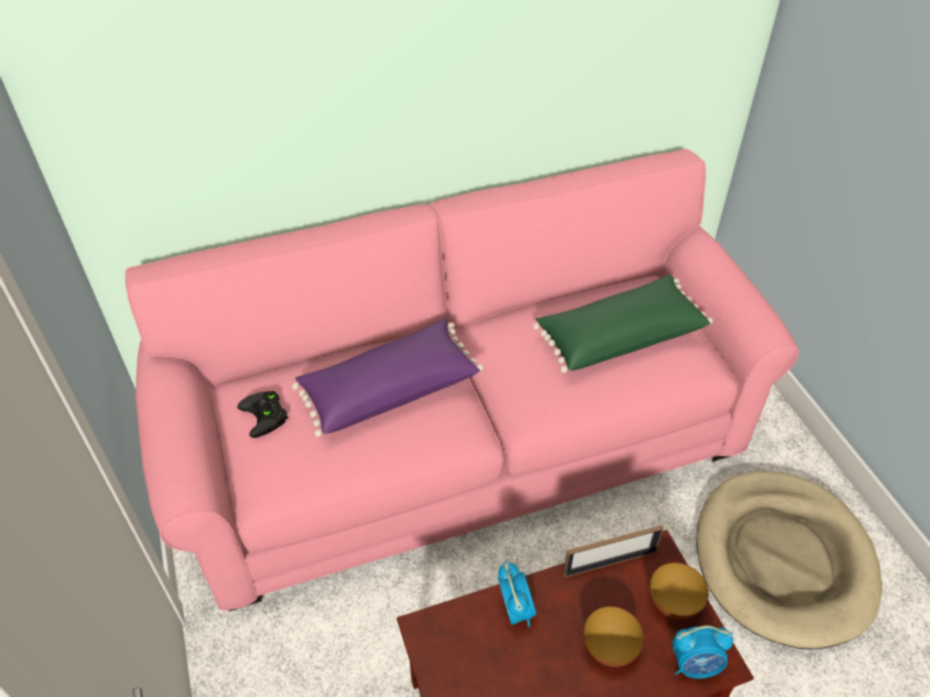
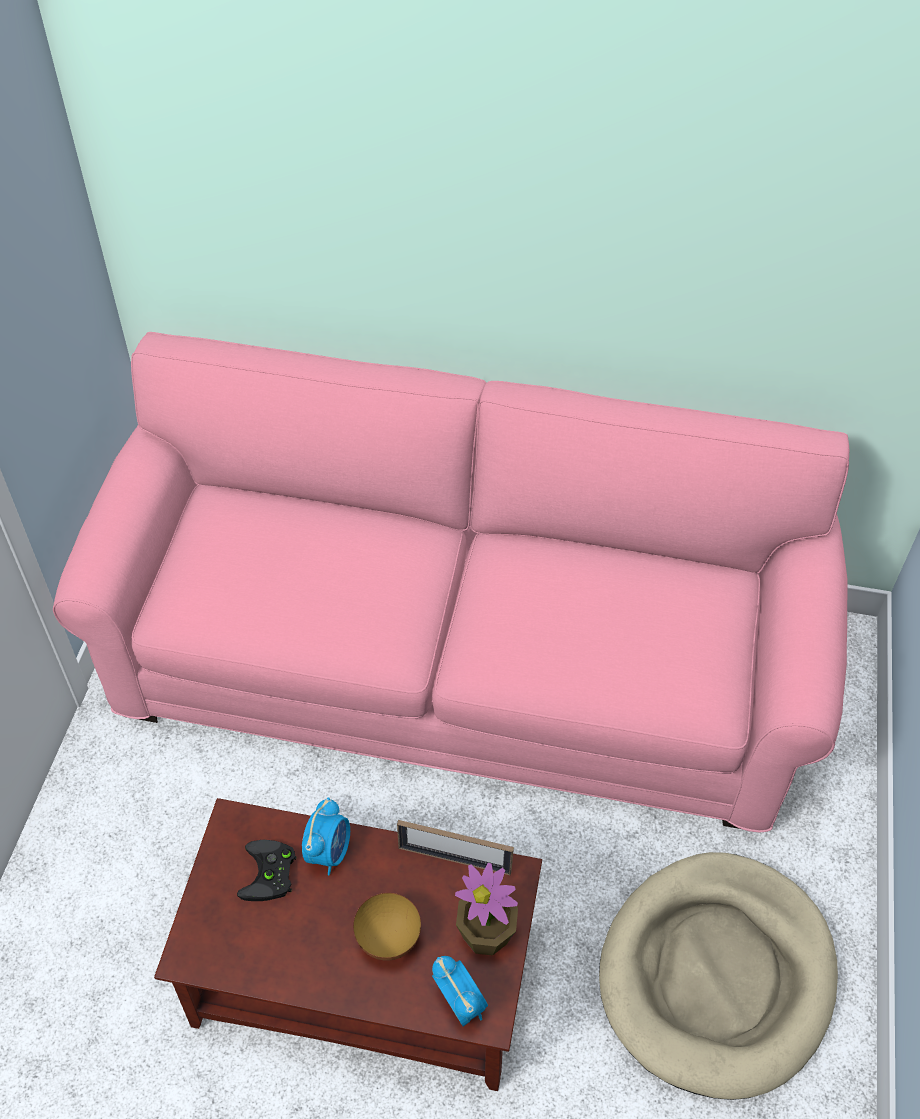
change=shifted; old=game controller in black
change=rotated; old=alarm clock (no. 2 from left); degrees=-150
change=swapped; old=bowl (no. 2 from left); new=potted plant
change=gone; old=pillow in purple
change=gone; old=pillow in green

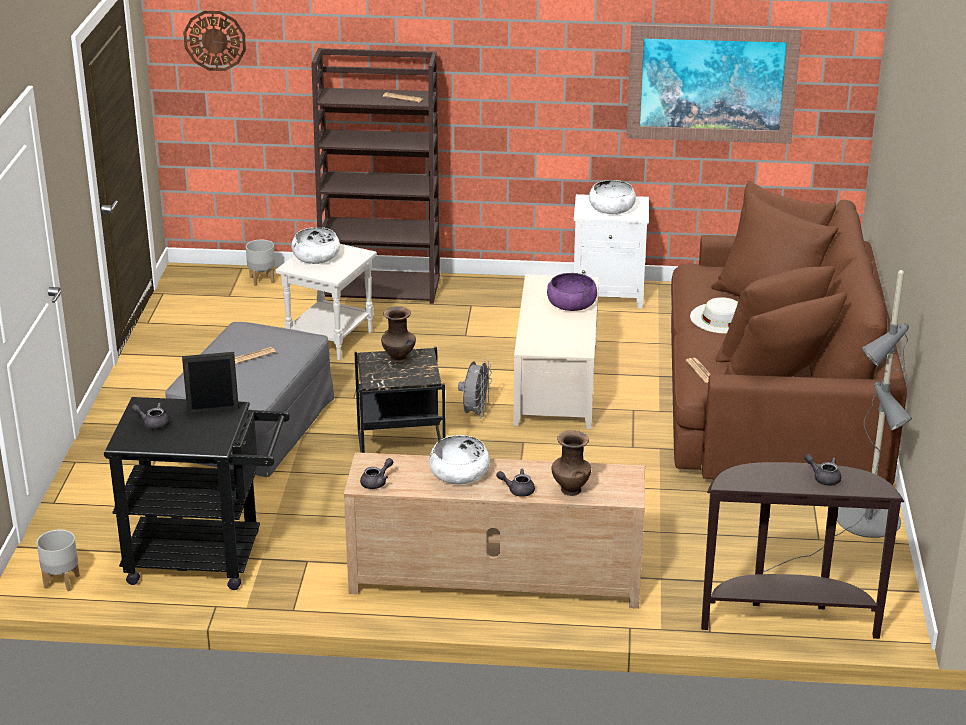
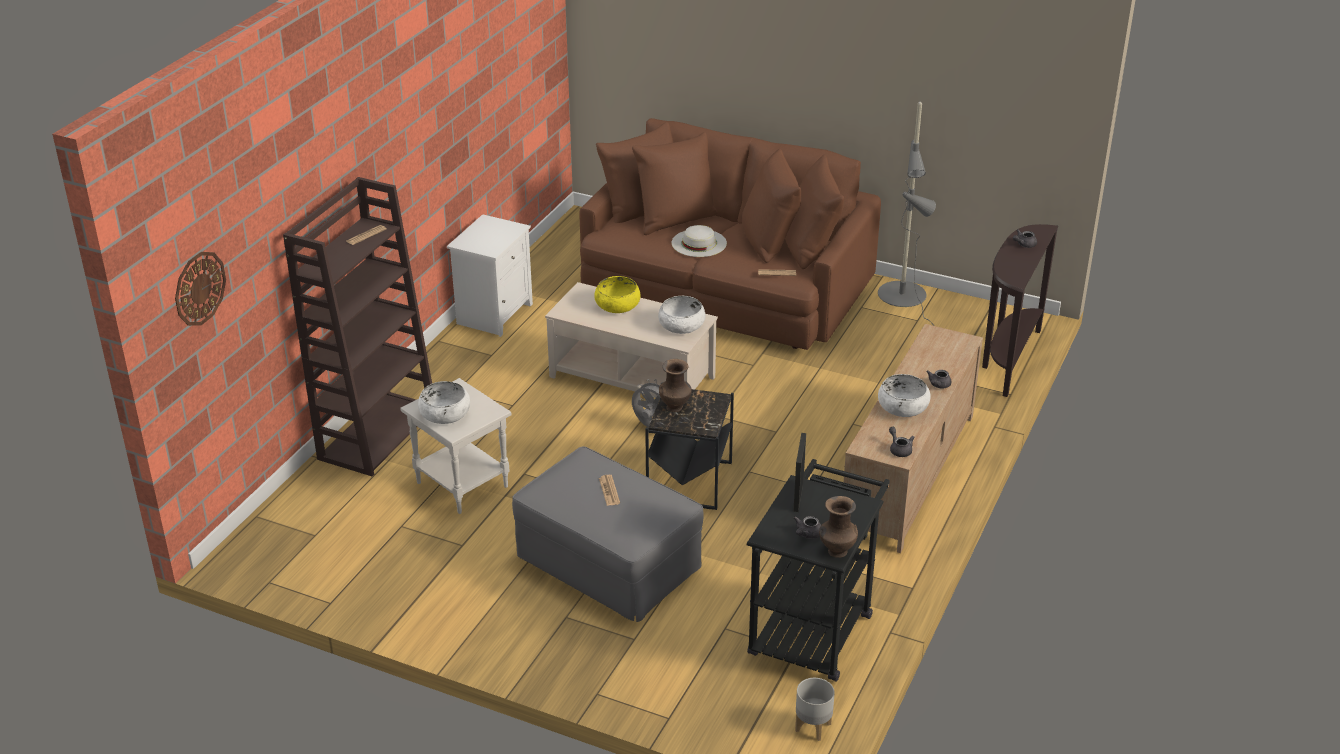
change=repainted; old=bowl in purple; new=bowl in yellow
change=shifted; old=bowl in white (no. 3 from left in the first image); new=bowl in white (no. 2 from left)
change=shifted; old=vase in brown (no. 2 from left)
change=gone; old=planter in grey (no. 2 from left)
change=gone; old=picture

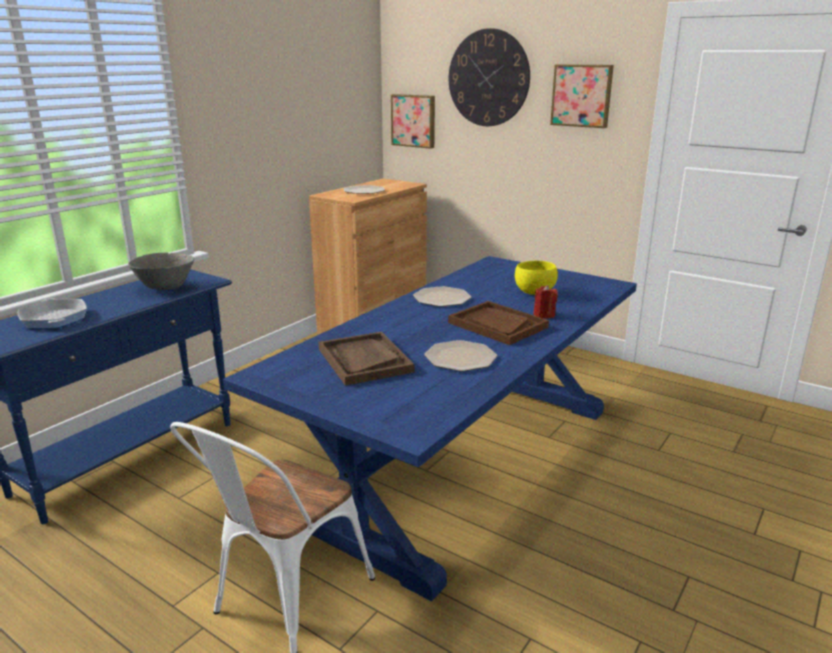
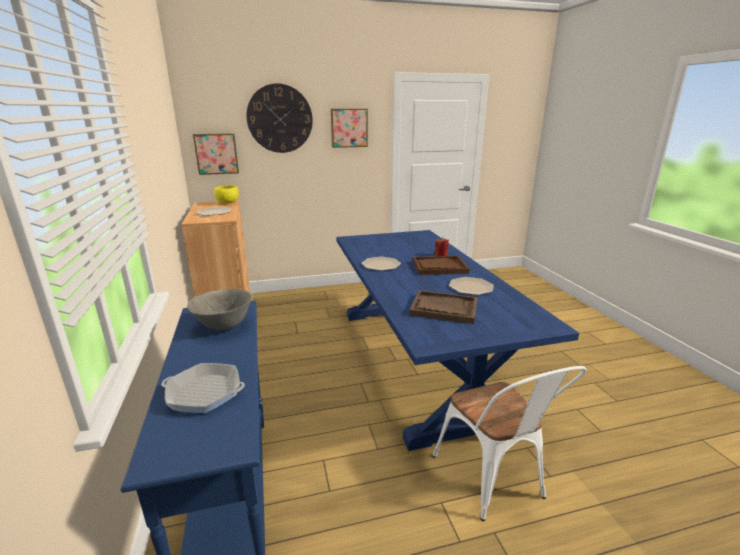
change=shifted; old=bowl in yellow

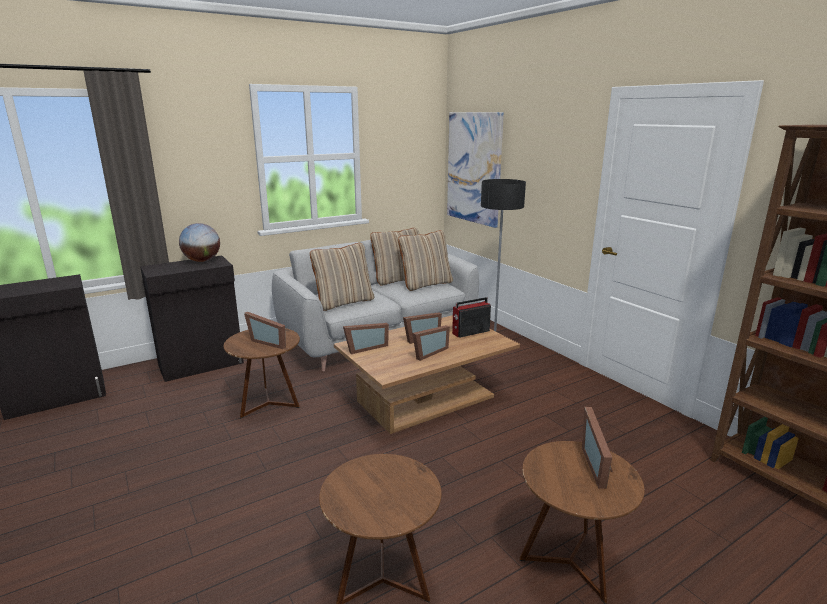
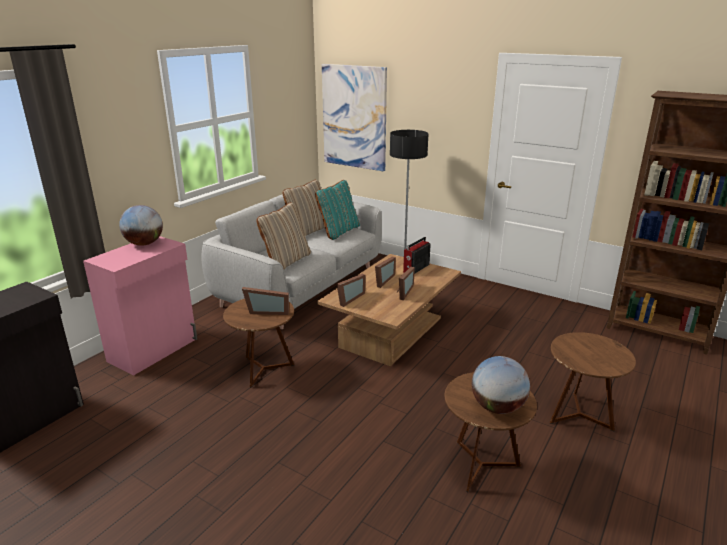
change=repainted; old=cabinet in black (no. 2 from left); new=cabinet in pink
change=repainted; old=pillow in beige (no. 3 from left); new=pillow in turquoise
change=new; new=globe (no. 2 from left)
change=gone; old=picture frame (no. 5 from left)

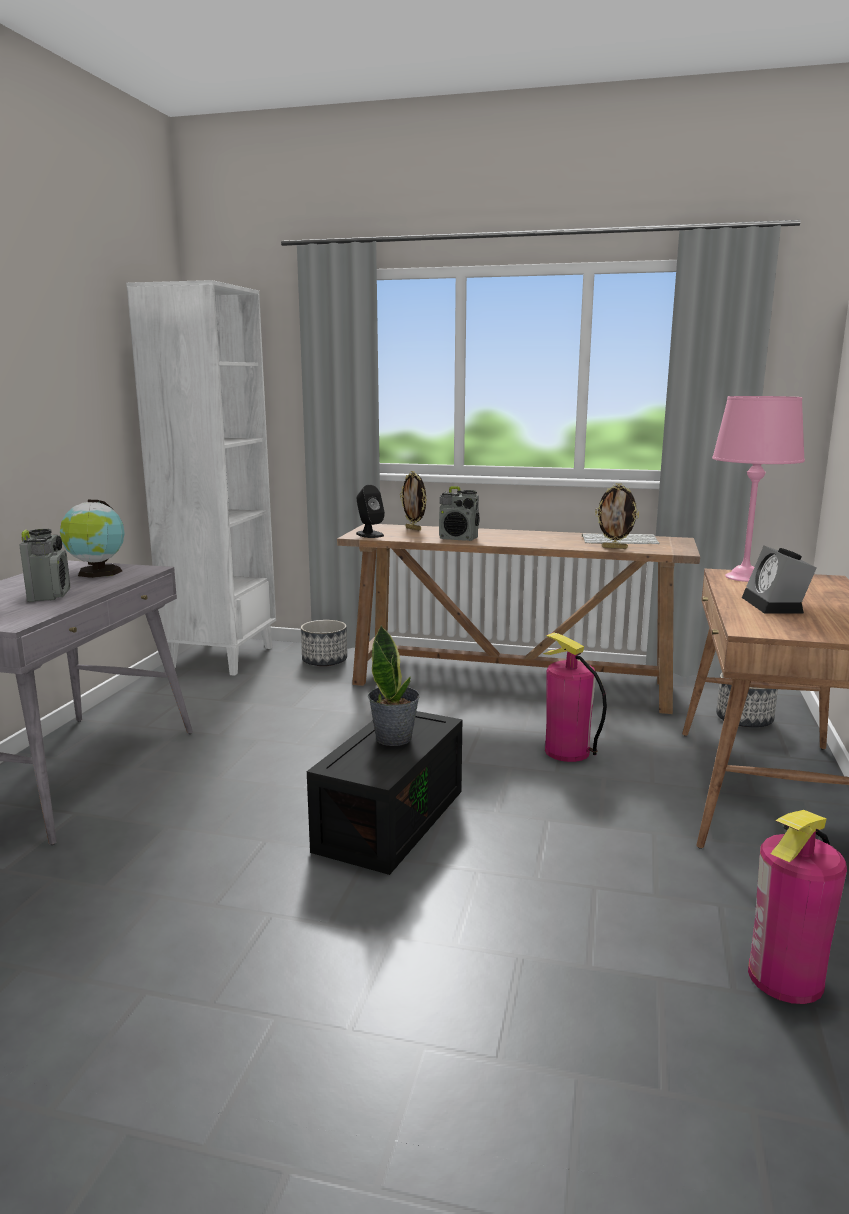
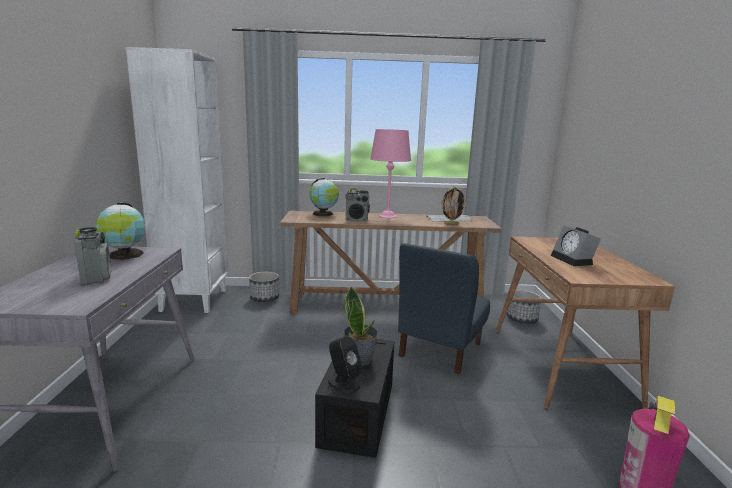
change=swapped; old=picture frame (no. 1 from left); new=globe (no. 2 from left)
change=shifted; old=speaker in black
change=shifted; old=table lamp in pink
change=swapped; old=fire extinguisher (no. 1 from left); new=chair in blue

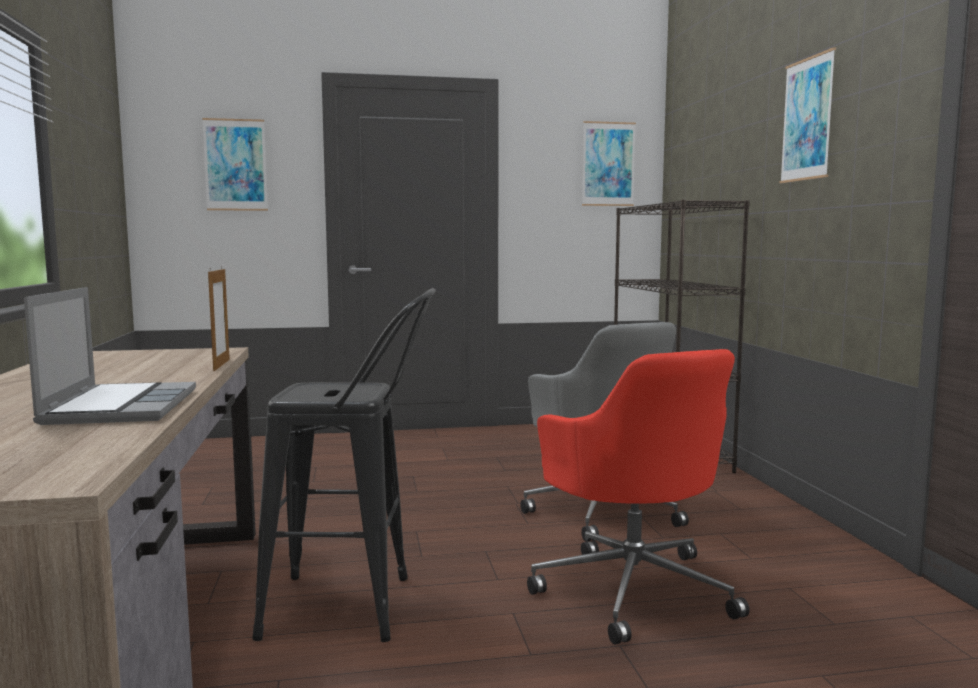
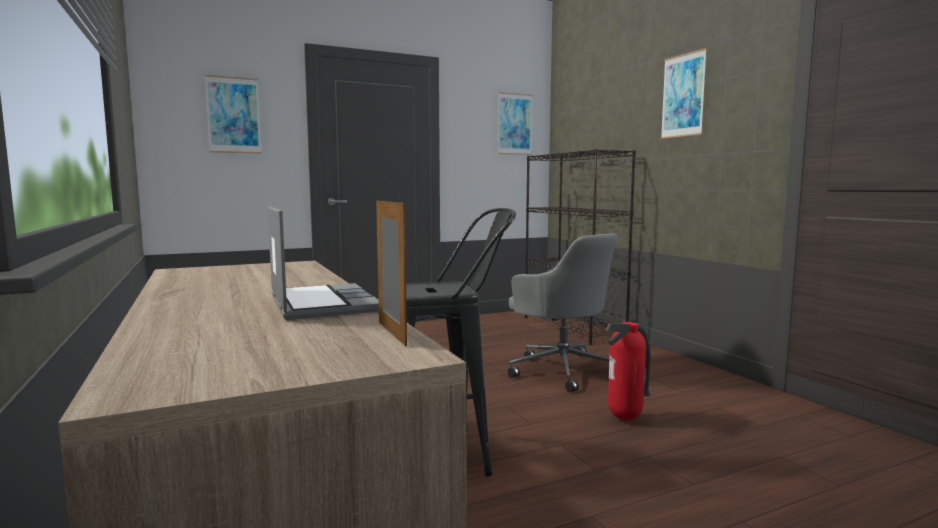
change=shifted; old=picture frame
change=swapped; old=office chair in red; new=fire extinguisher

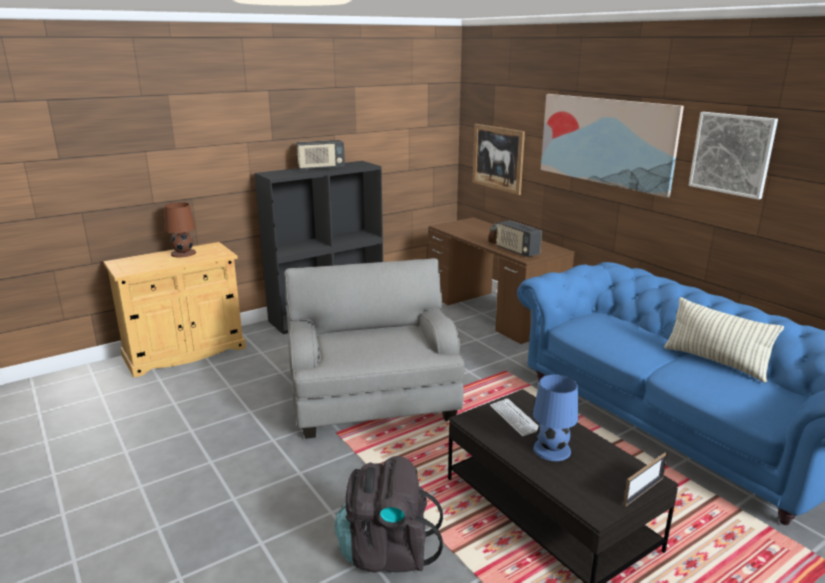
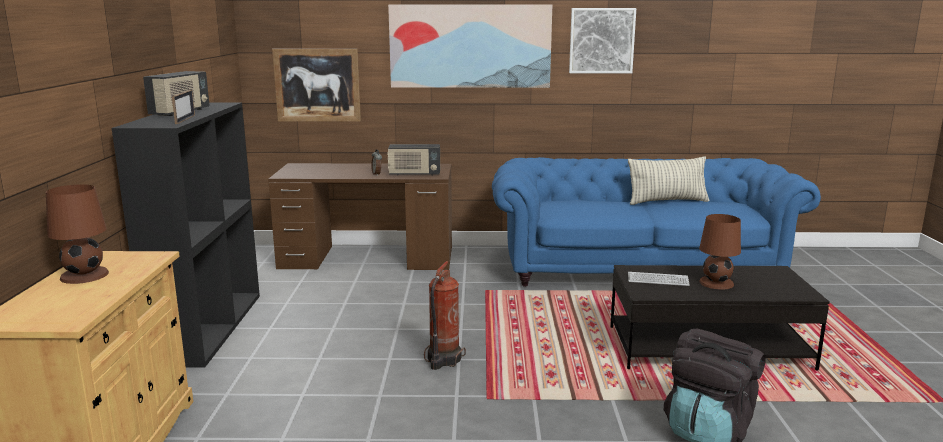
change=shifted; old=picture frame
change=swapped; old=armchair in grey; new=fire extinguisher
change=repainted; old=table lamp in blue; new=table lamp in brown (no. 2 from left)

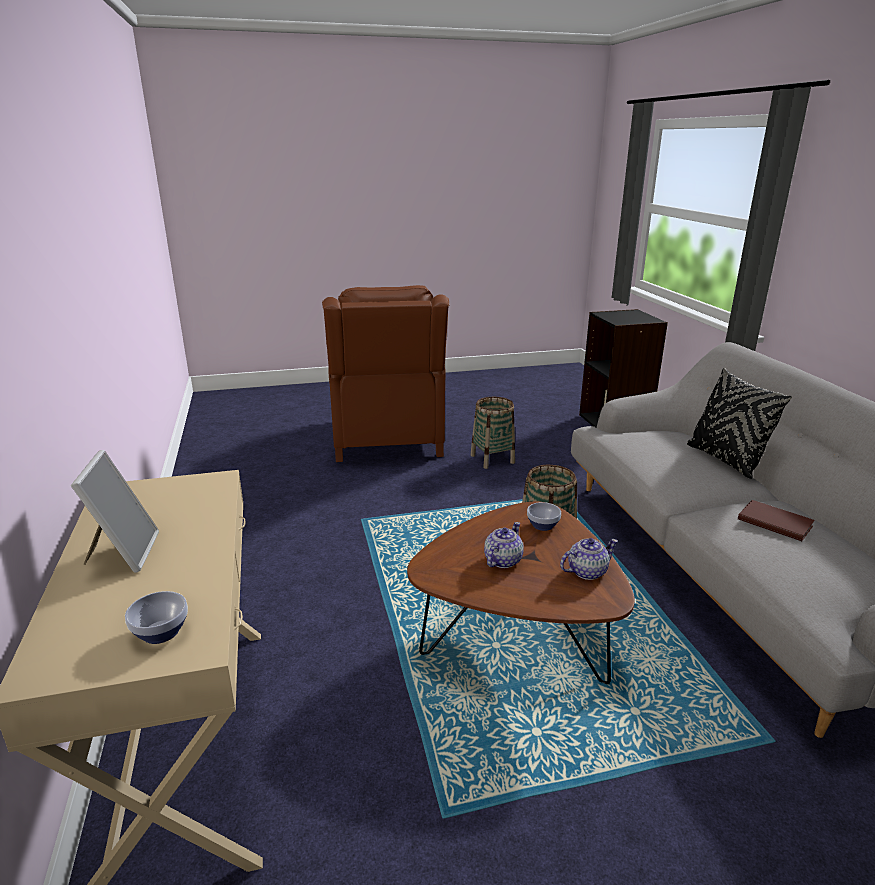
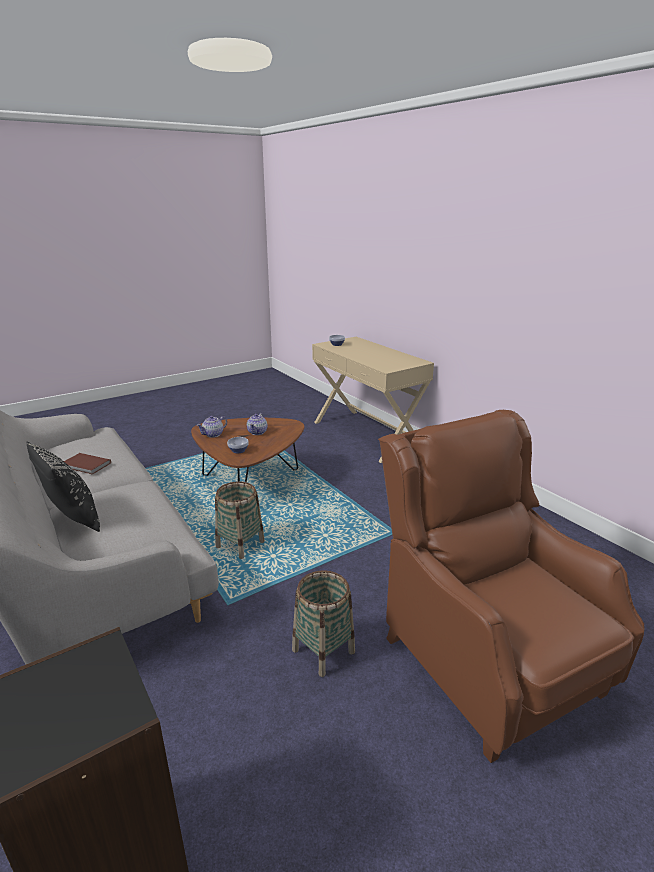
change=gone; old=picture frame

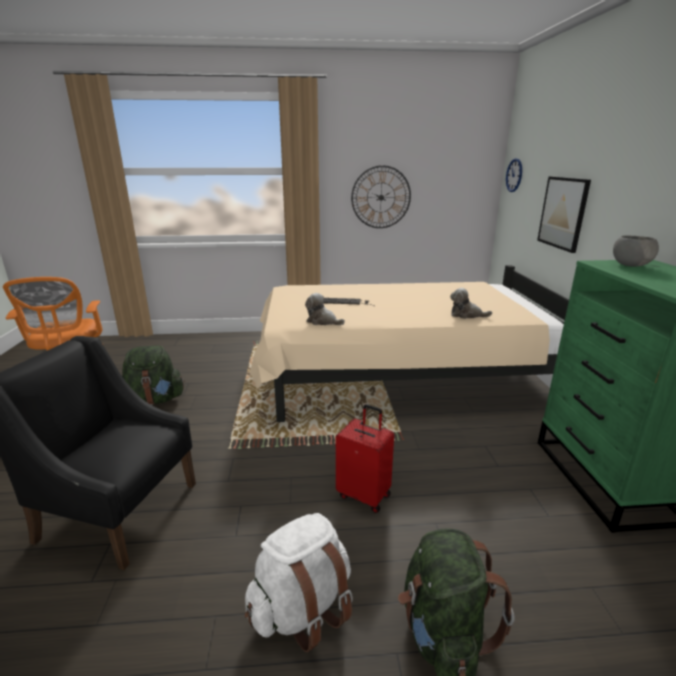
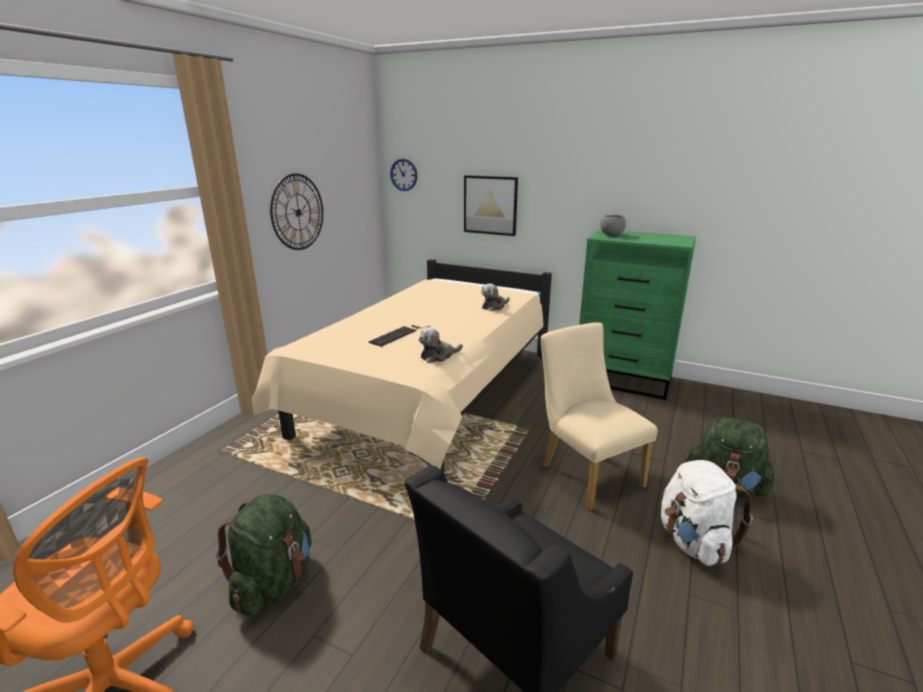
change=swapped; old=suitcase in red; new=chair in beige

